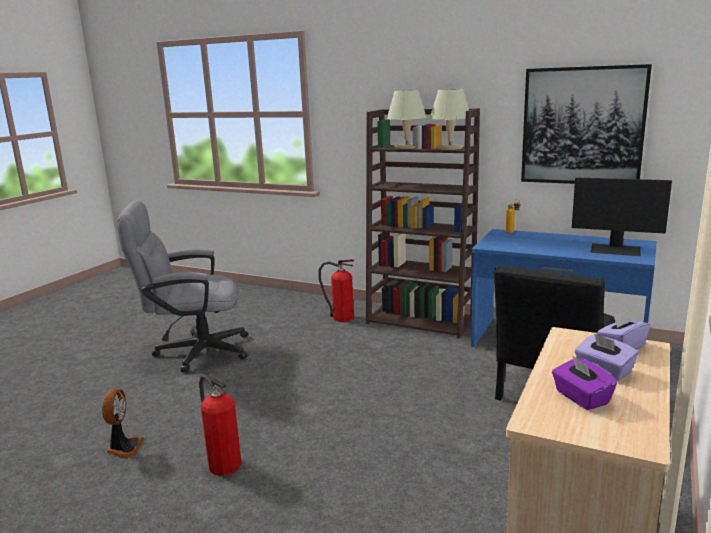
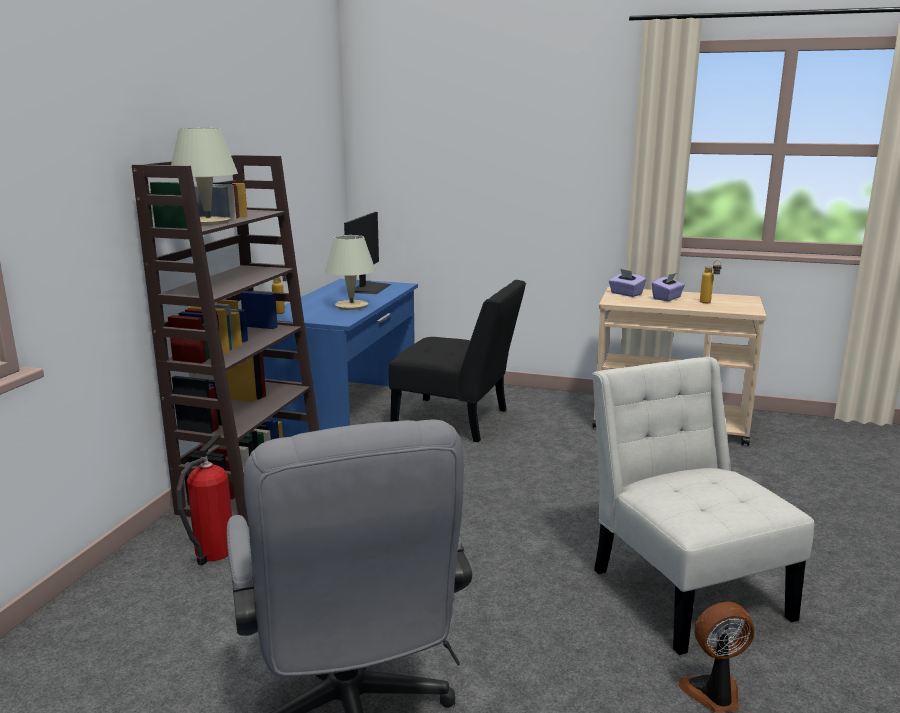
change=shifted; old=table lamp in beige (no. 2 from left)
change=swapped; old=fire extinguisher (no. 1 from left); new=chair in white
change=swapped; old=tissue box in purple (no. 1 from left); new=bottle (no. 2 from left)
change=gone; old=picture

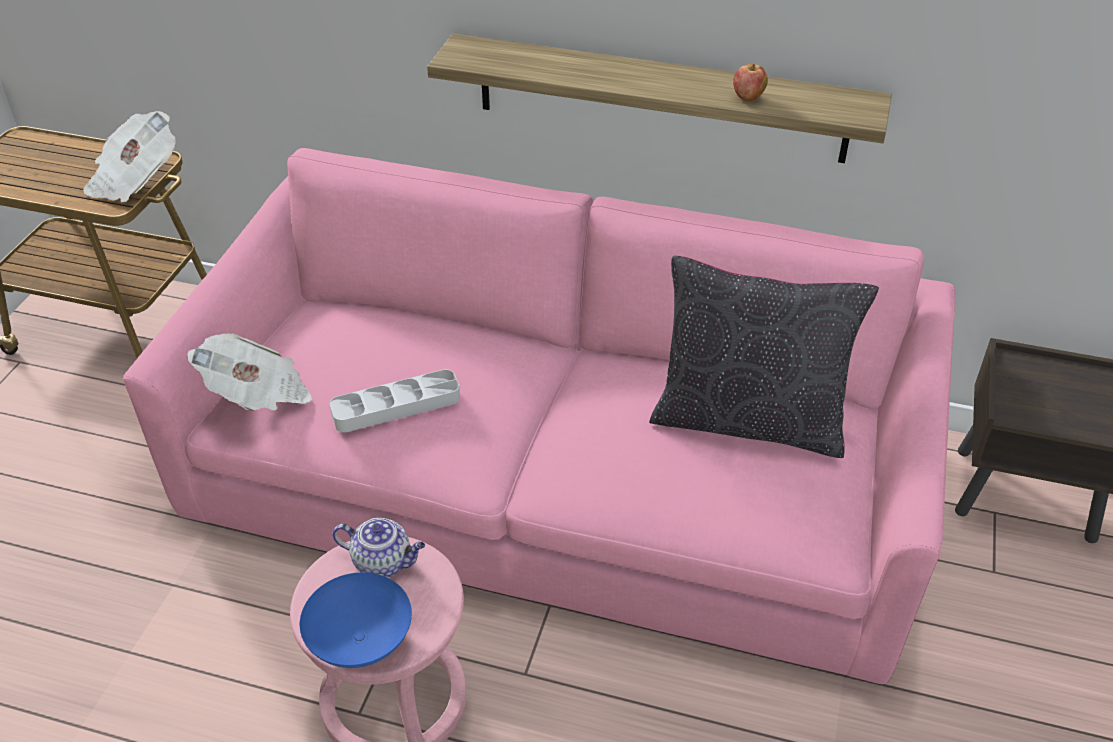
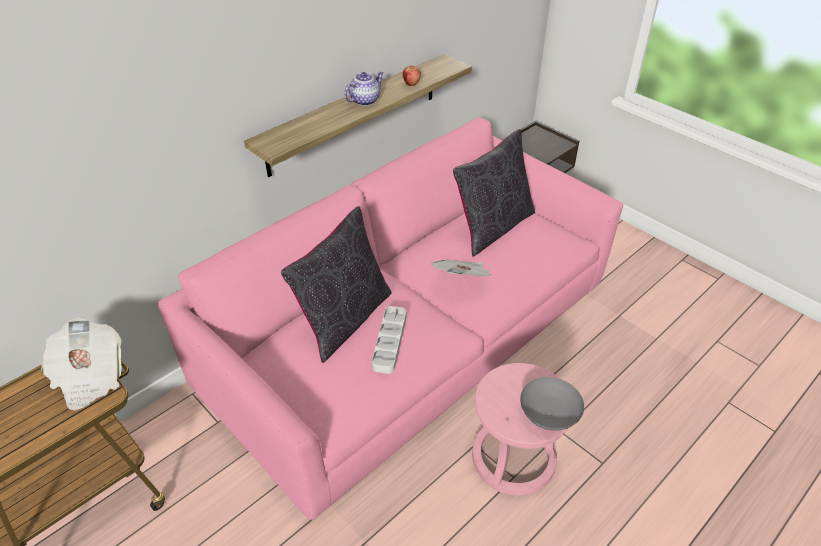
change=new; new=pillow in black (no. 1 from left)
change=shifted; old=teapot
change=shifted; old=newspaper (no. 2 from left)
change=repainted; old=bowl in blue; new=bowl in grey

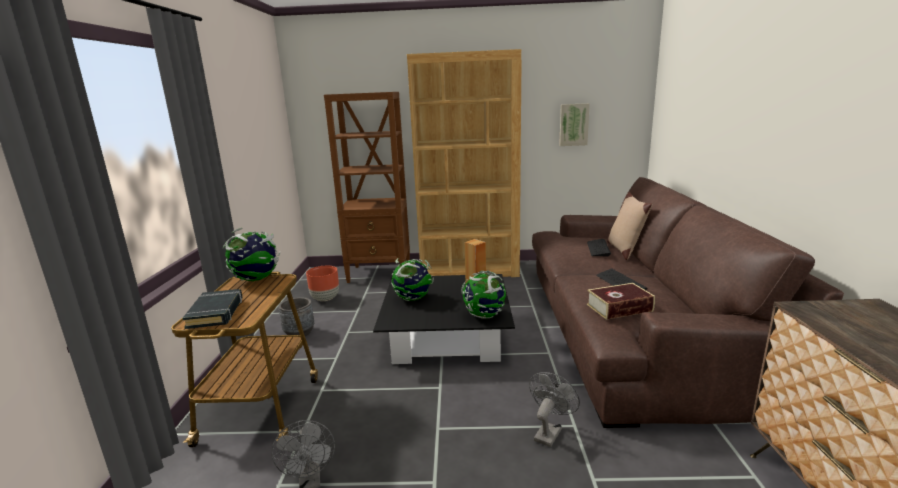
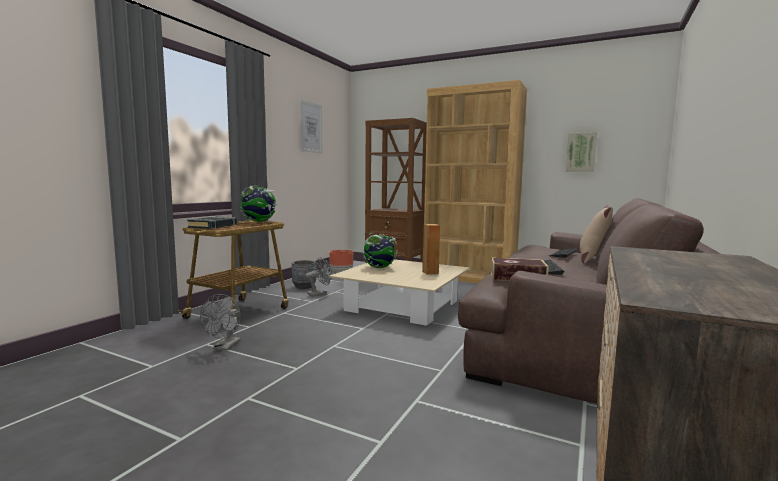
change=new; new=picture (no. 1 from left)
change=shifted; old=fan in grey (no. 2 from left)
change=repainted; old=coffee table in black; new=coffee table in beige
change=gone; old=globe (no. 3 from left)

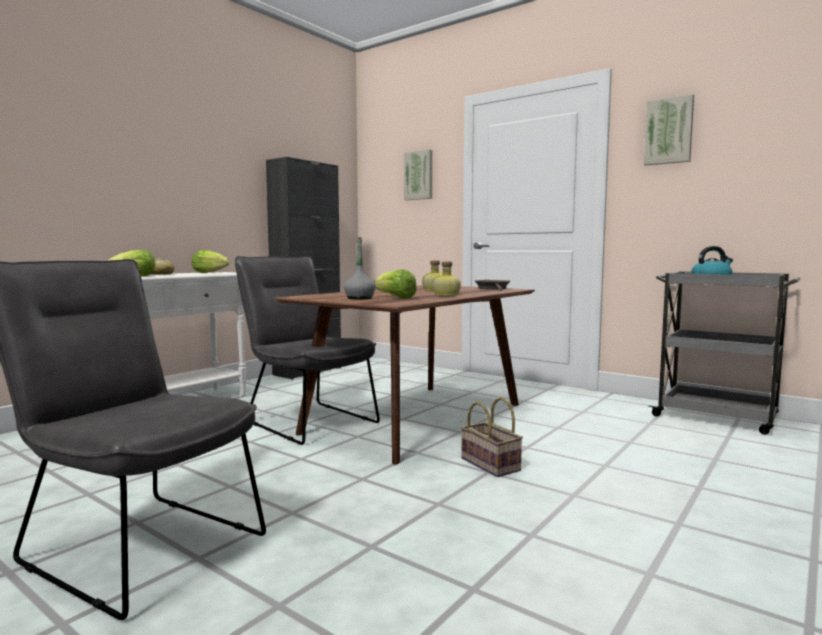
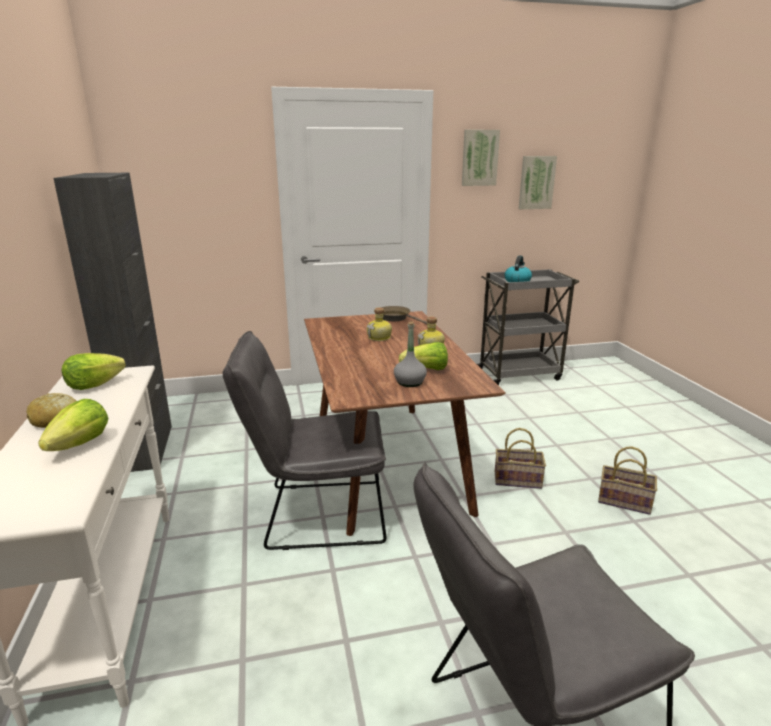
change=shifted; old=picture (no. 1 from left in the first image); new=picture (no. 2 from left)
change=new; new=basket (no. 2 from left)

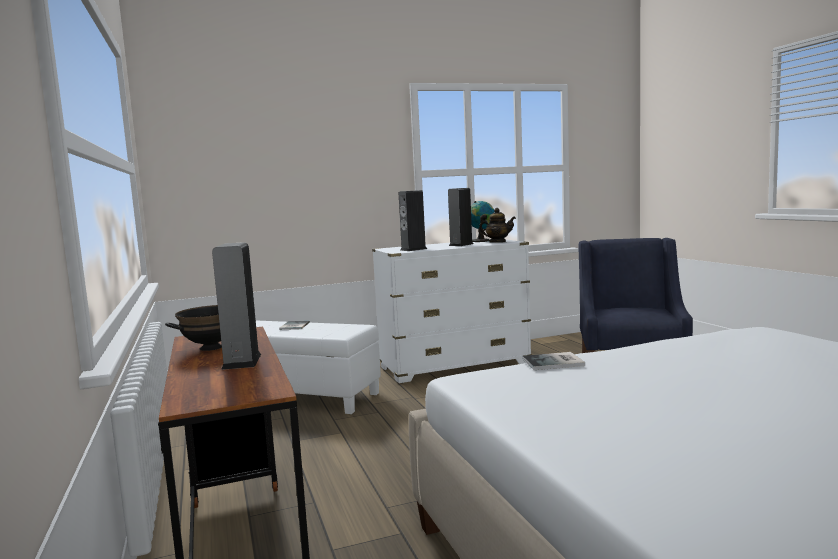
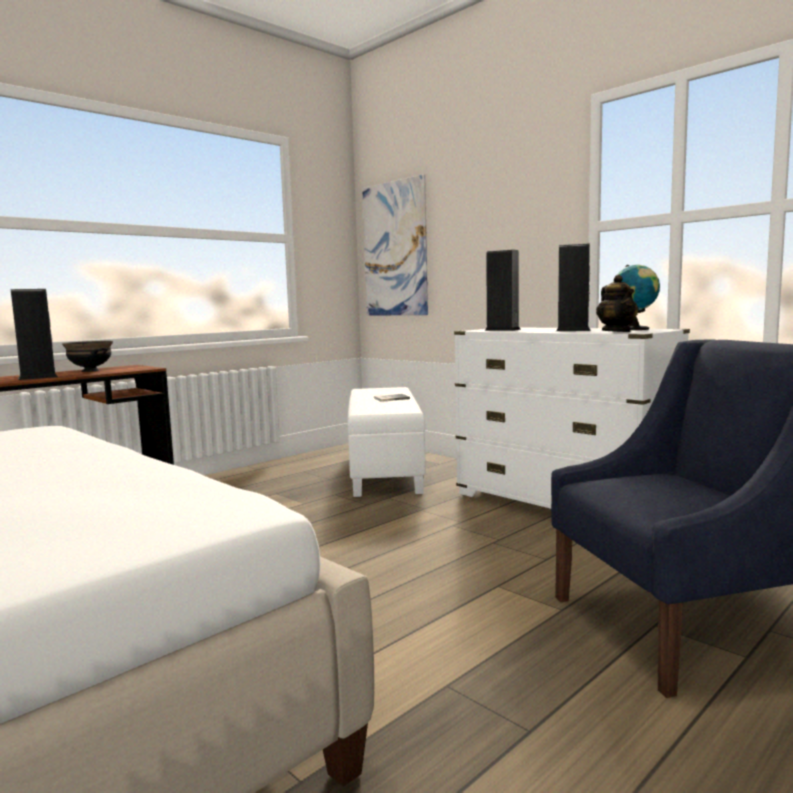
change=new; new=picture
change=gone; old=book (no. 2 from left)

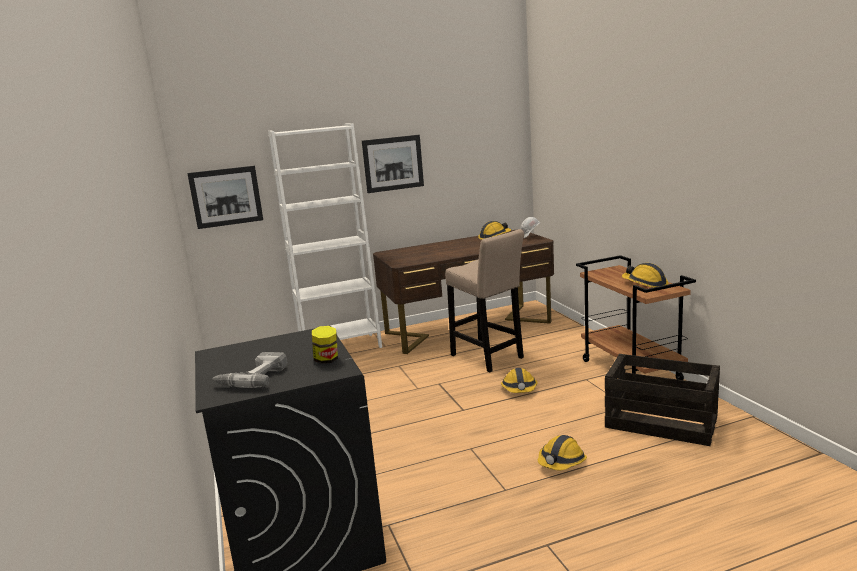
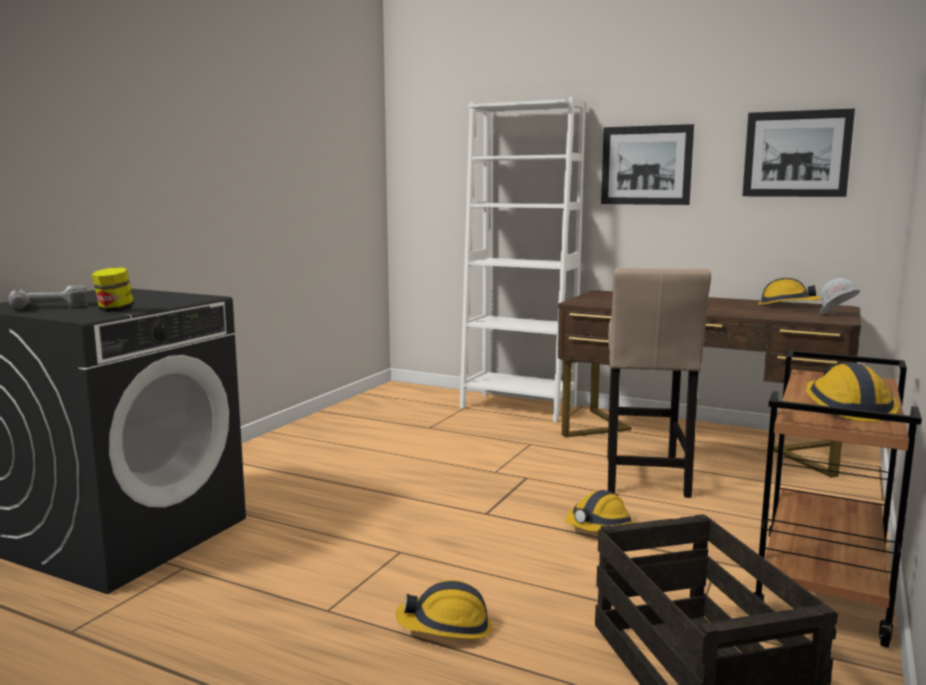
change=shifted; old=picture (no. 1 from left in the first image); new=picture (no. 2 from left)

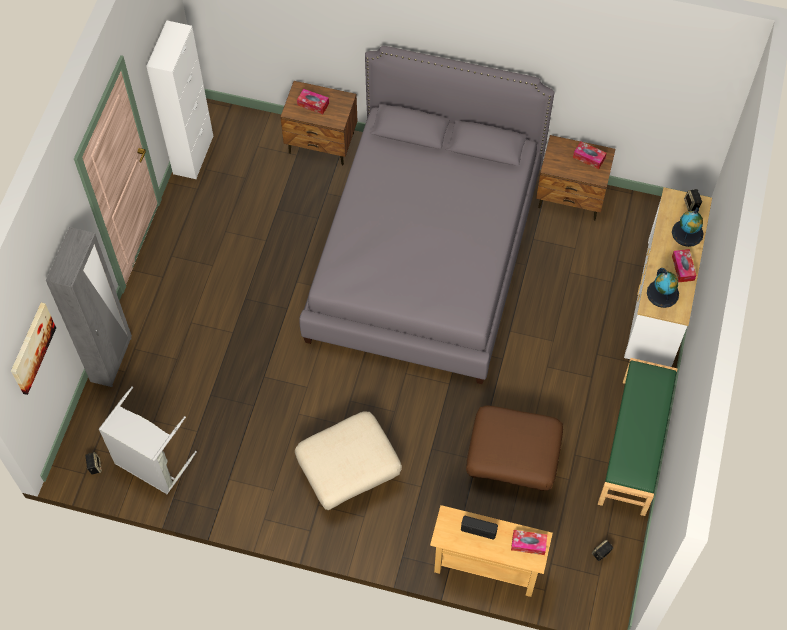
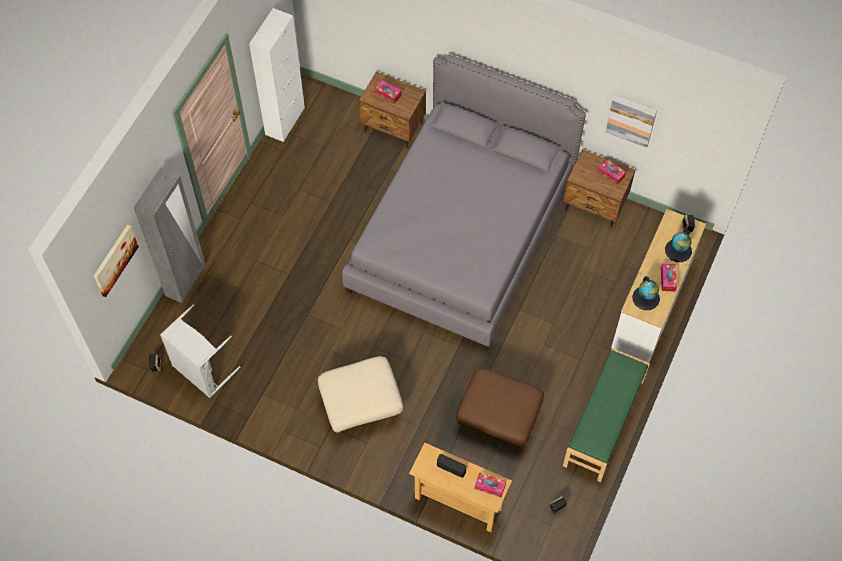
change=new; new=picture (no. 2 from left)

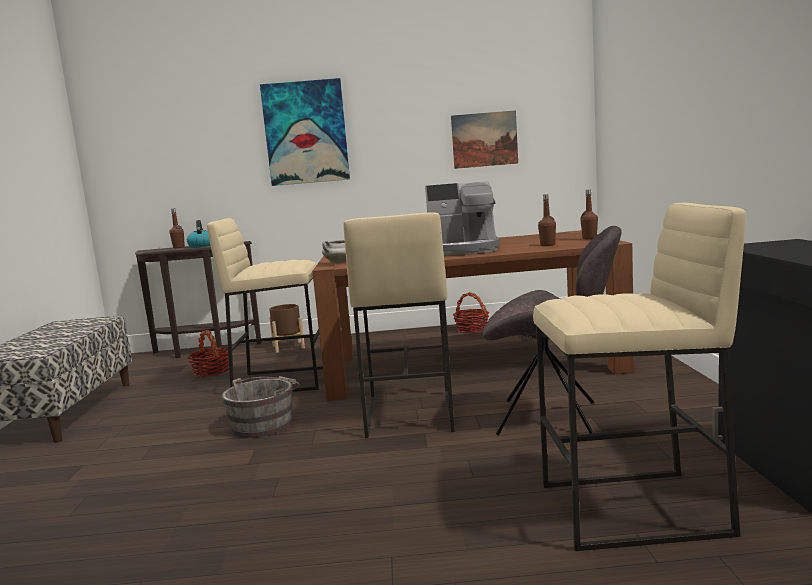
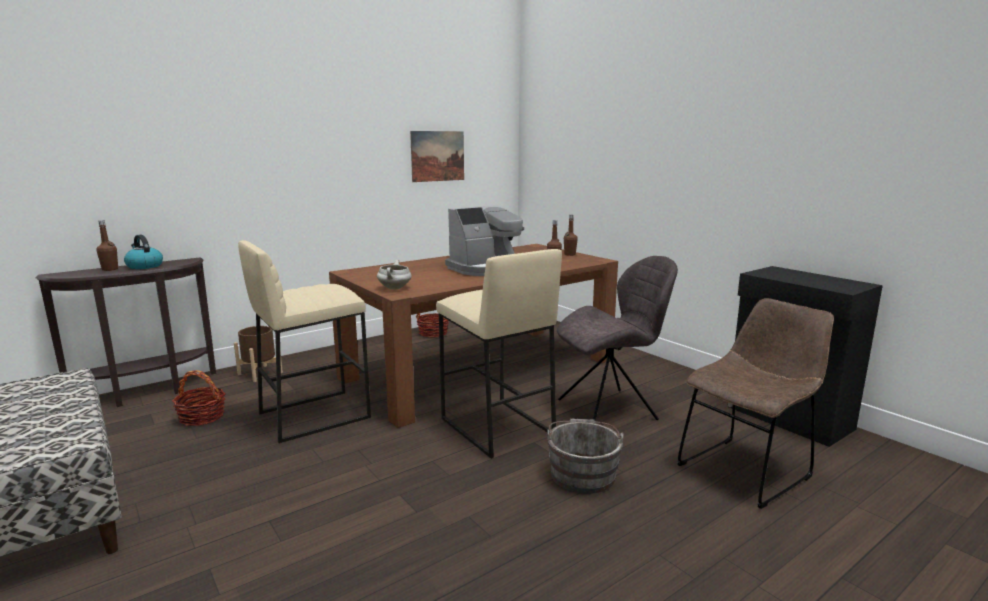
change=shifted; old=bucket in grey
change=swapped; old=stool in beige (no. 3 from left); new=chair in brown
change=gone; old=picture (no. 1 from left)

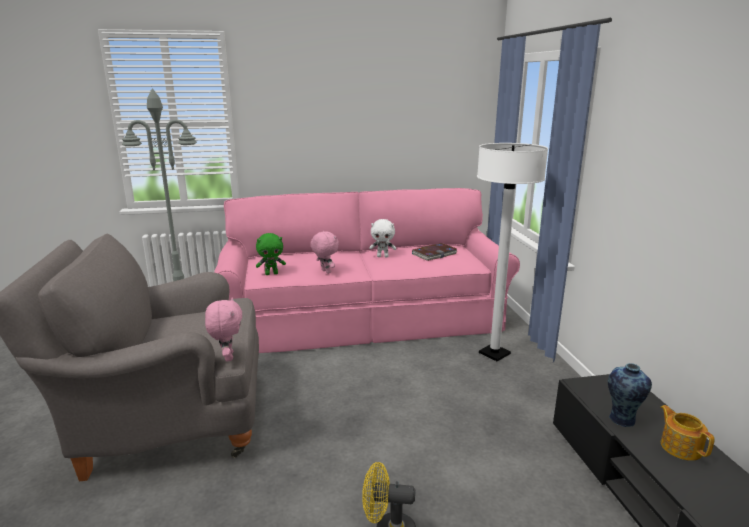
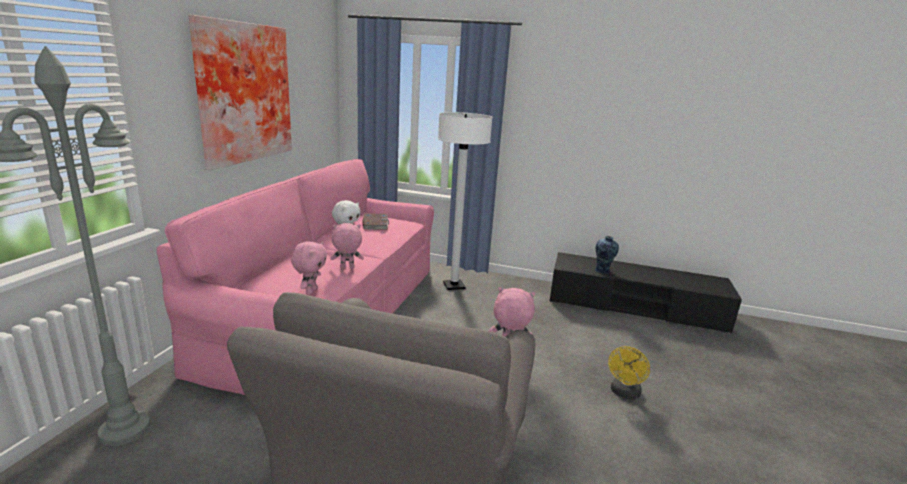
change=new; new=picture
change=repainted; old=plush toy in green; new=plush toy in pink (no. 1 from left)
change=gone; old=teapot

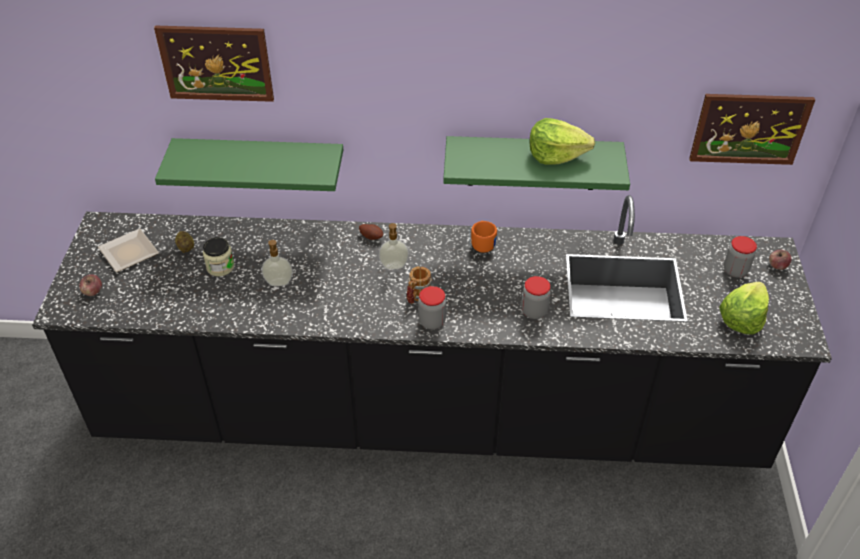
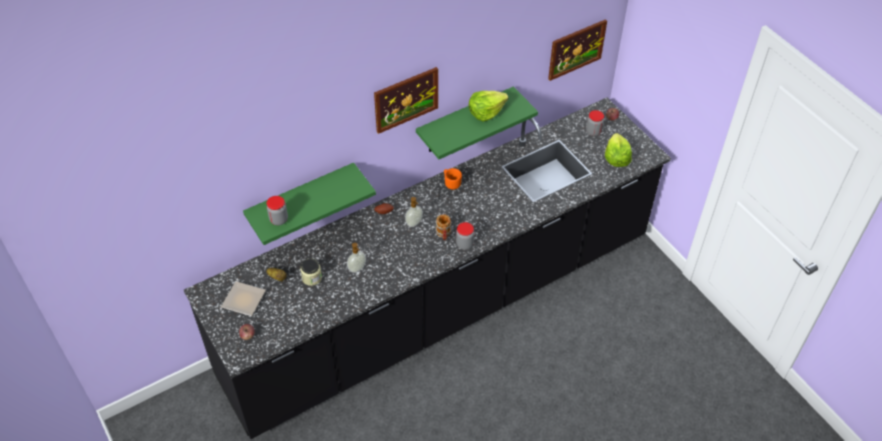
change=shifted; old=jar (no. 3 from left in the first image); new=jar (no. 1 from left)
change=shifted; old=picture (no. 1 from left)

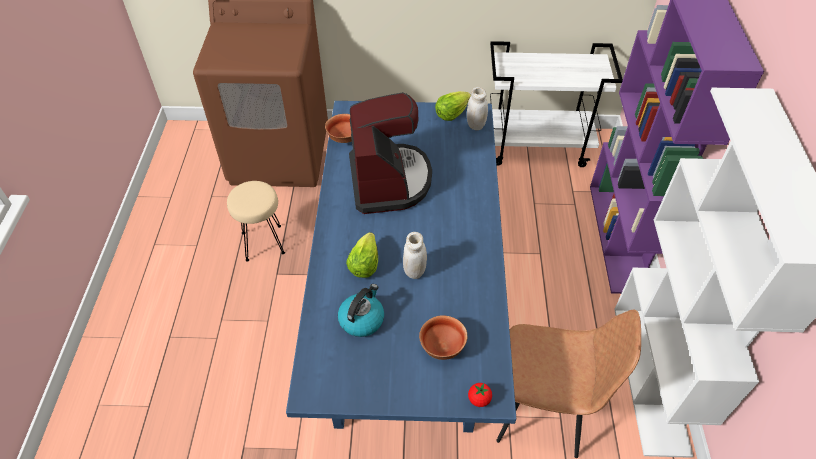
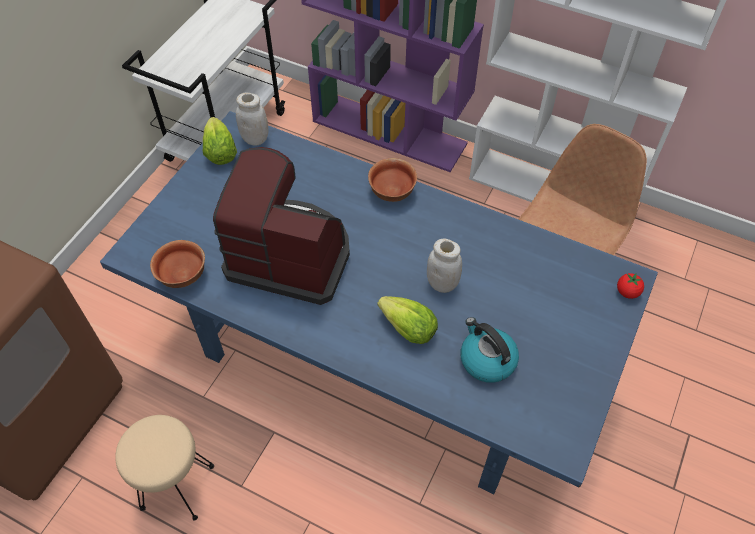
change=shifted; old=bowl (no. 2 from left)

